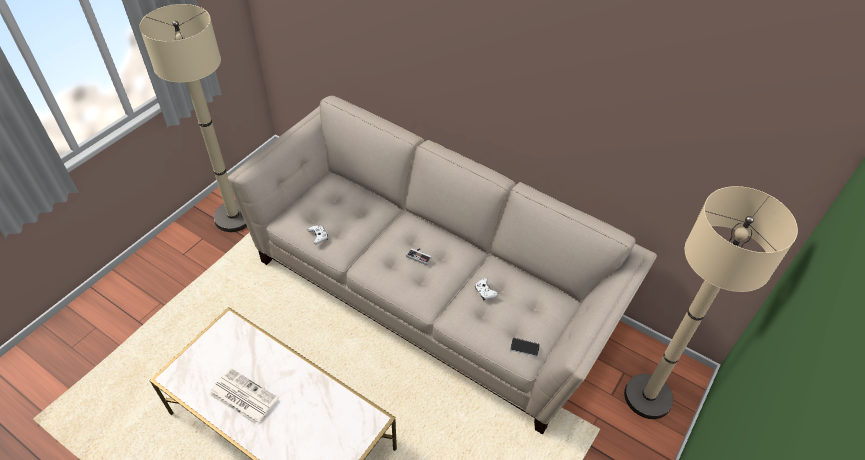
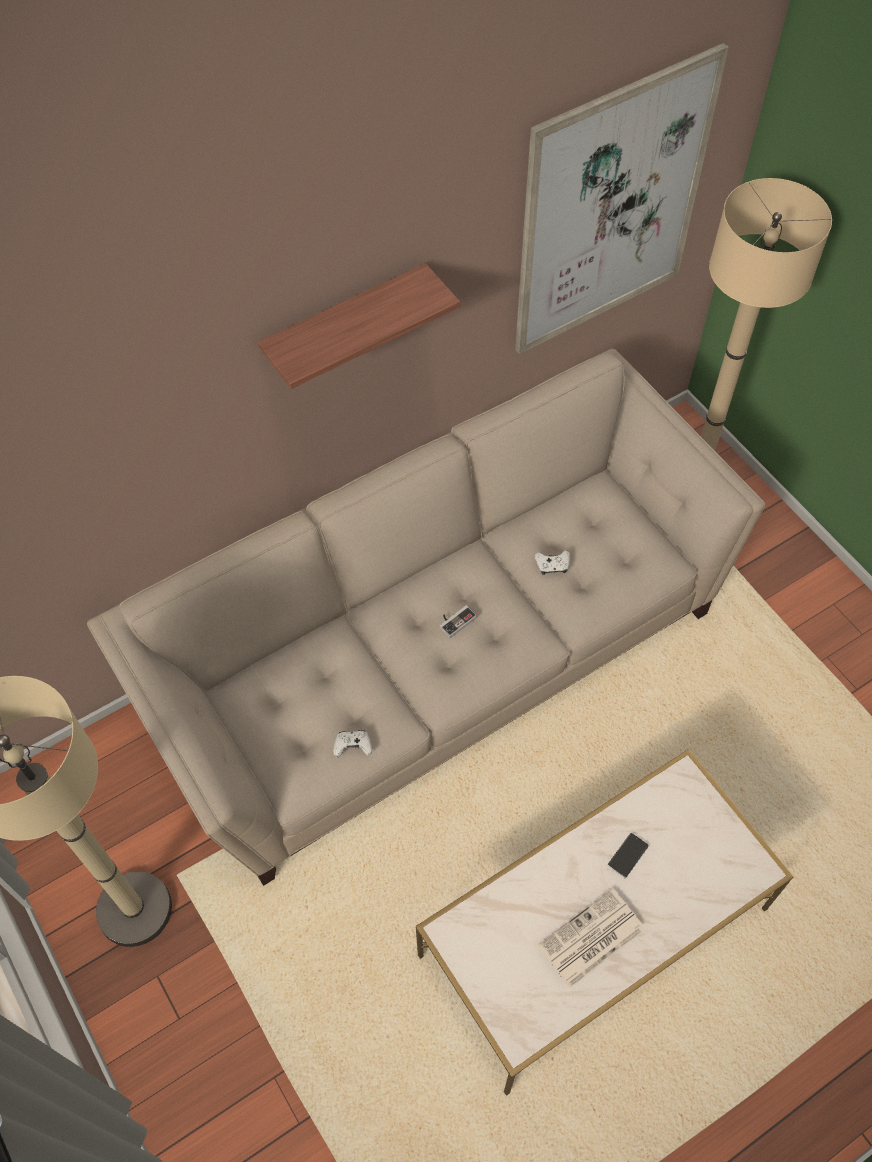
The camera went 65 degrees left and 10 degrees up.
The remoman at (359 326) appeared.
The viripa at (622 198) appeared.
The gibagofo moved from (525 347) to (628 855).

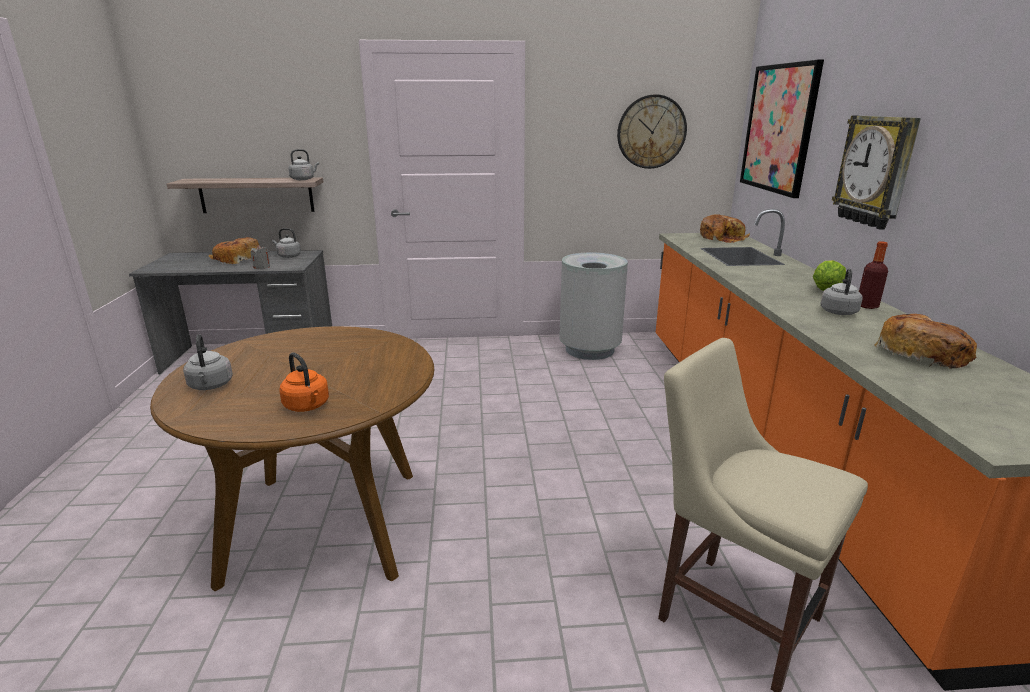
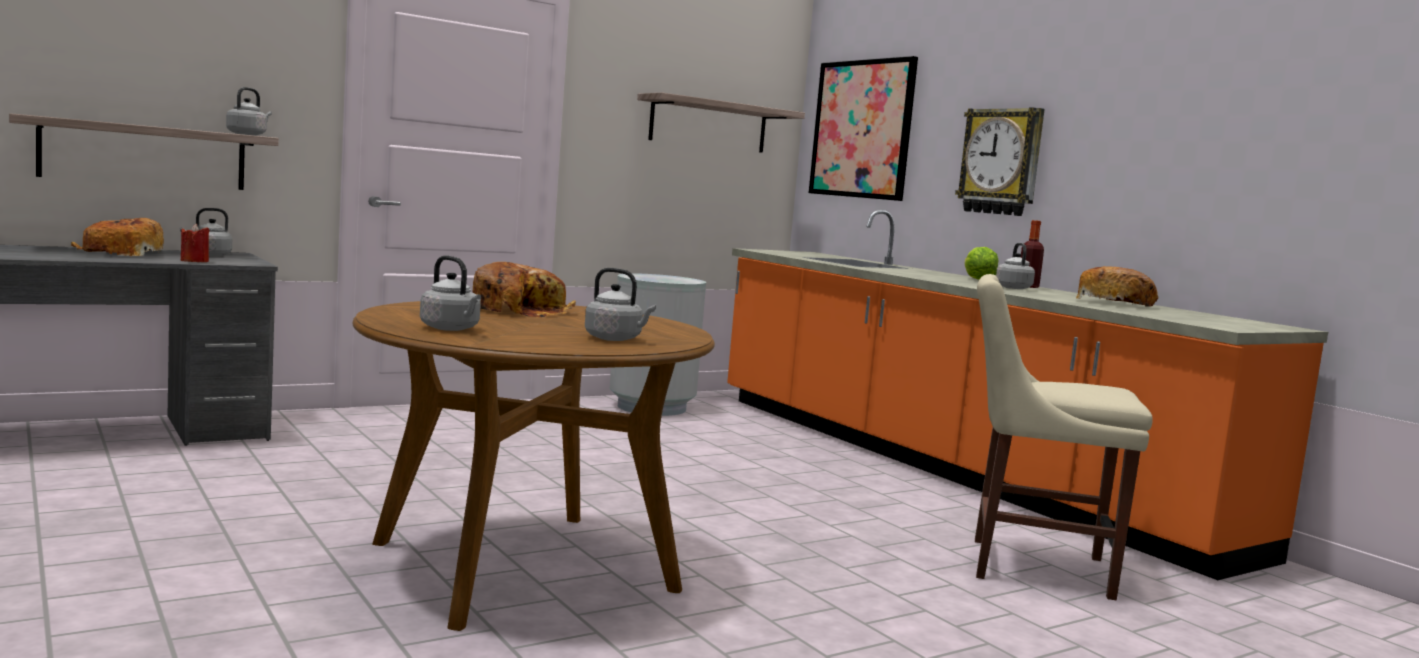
The camera went 30 degrees left and 15 degrees down.
The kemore moved from (725 228) to (524 289).
The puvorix at (652 131) was replaced by the remoman at (721 122).
The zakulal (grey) at (260 257) became the zakulal (red) at (195 243).
The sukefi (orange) at (304 382) became the sukefi (grey) at (620 304).

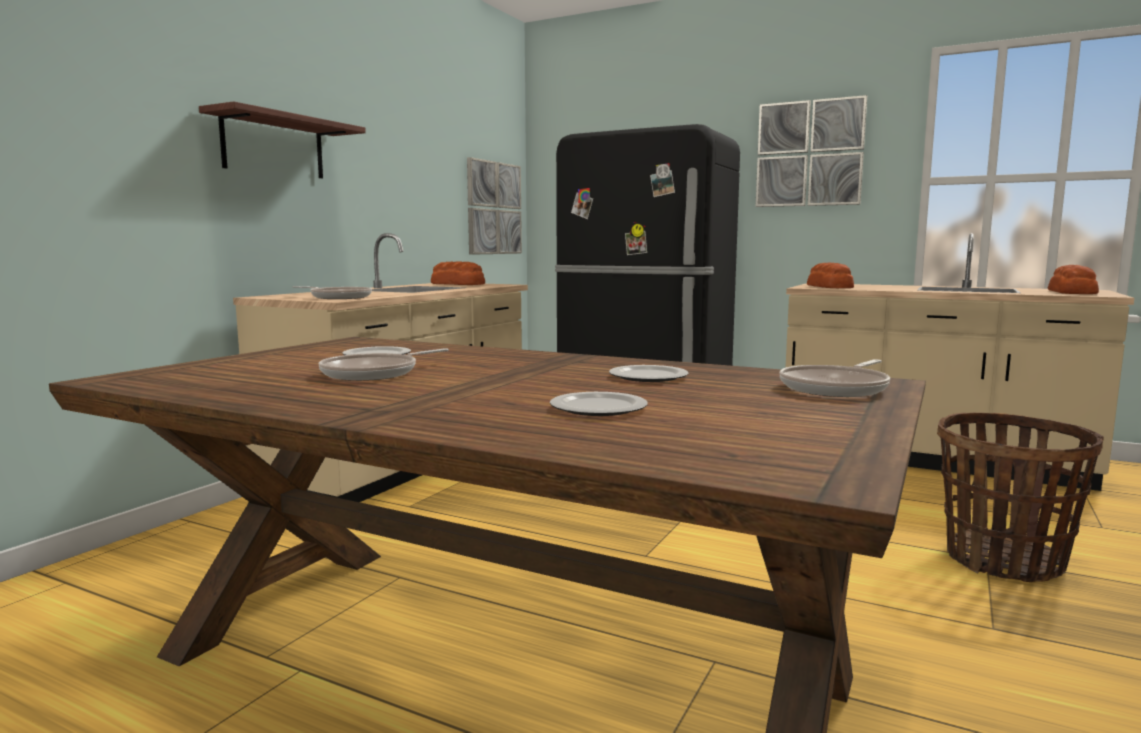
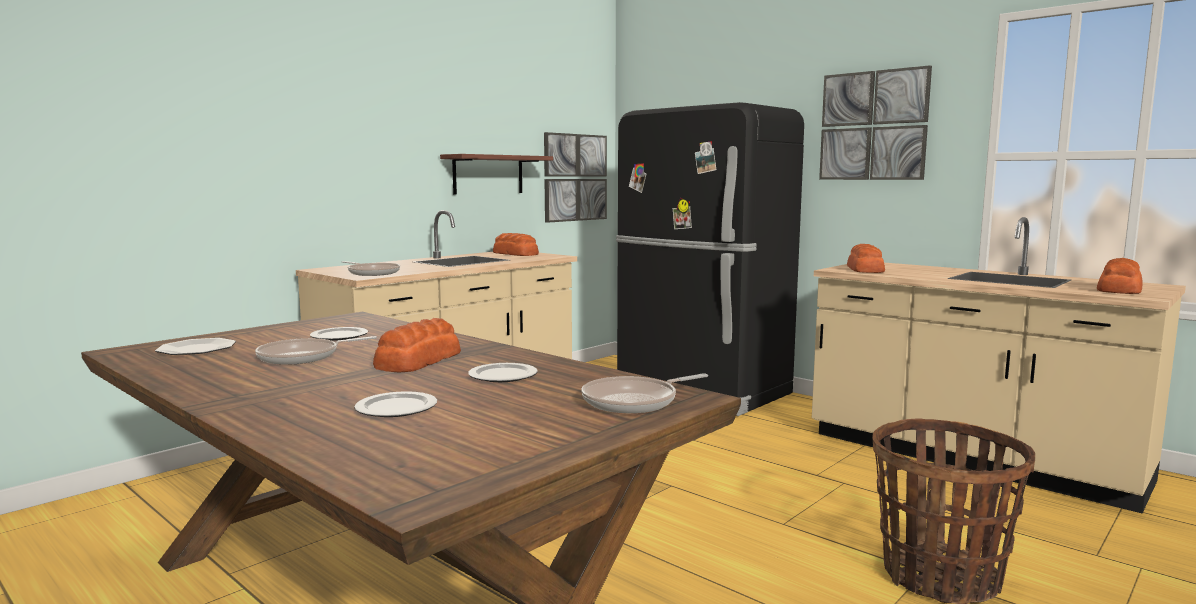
The camera went 15 degrees right and 0 degrees up.
The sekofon at (195 346) appeared.
The kemore at (417 345) appeared.
The remoman moved from (282 139) to (496 174).

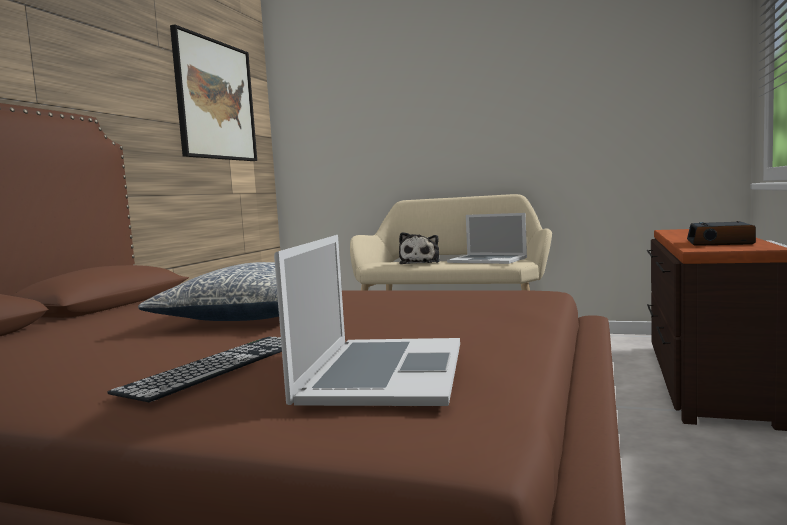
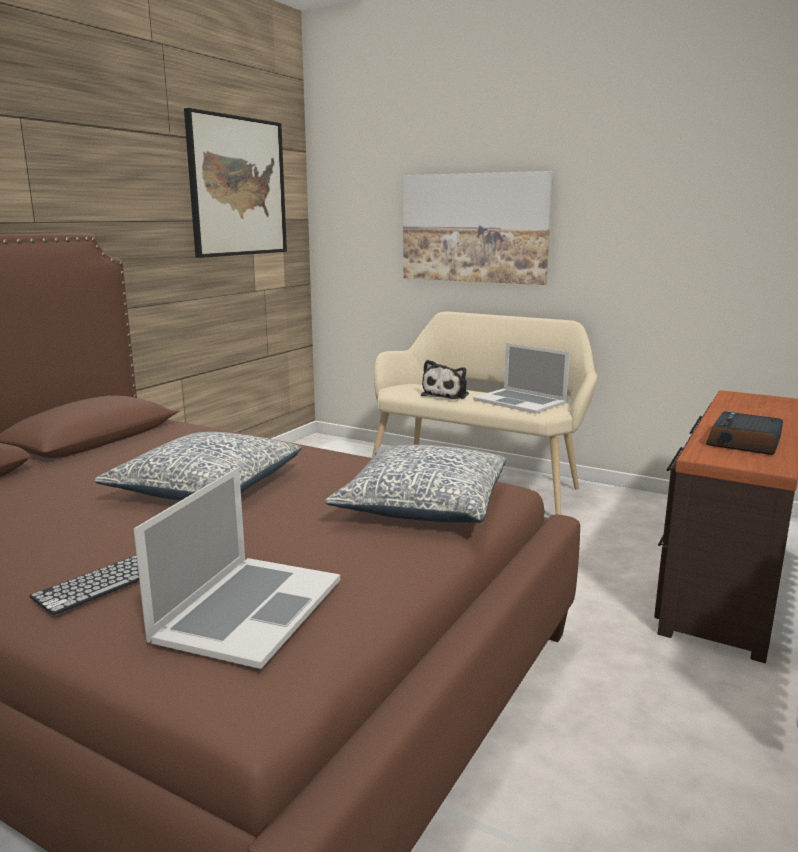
The camera went 10 degrees right and 10 degrees up.
The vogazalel at (415 484) appeared.
The viripa at (478 228) appeared.

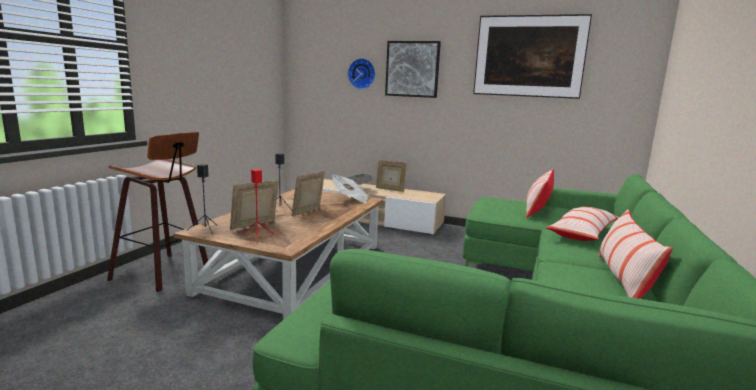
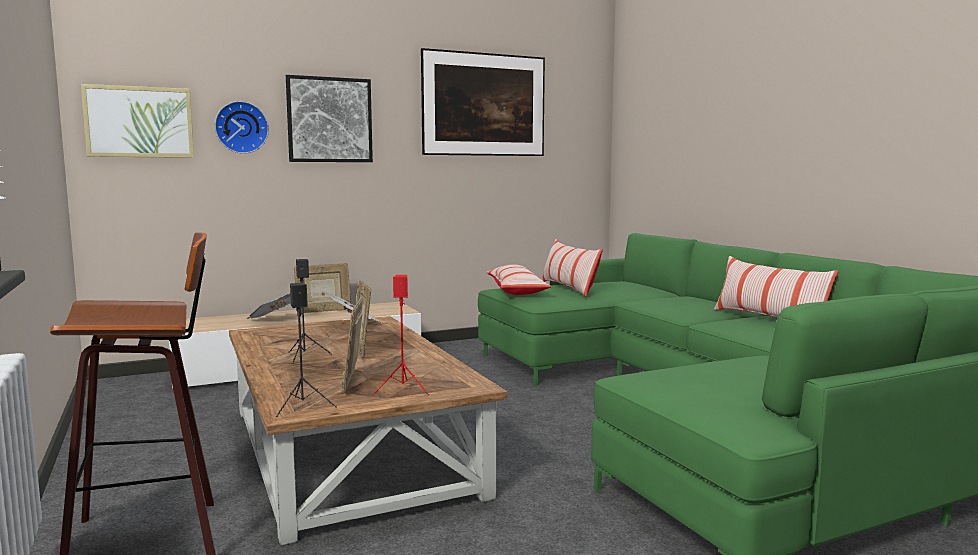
The camera went 45 degrees left and 5 degrees down.
The viripa at (137 121) appeared.
The vogazalel moved from (582 224) to (518 279).

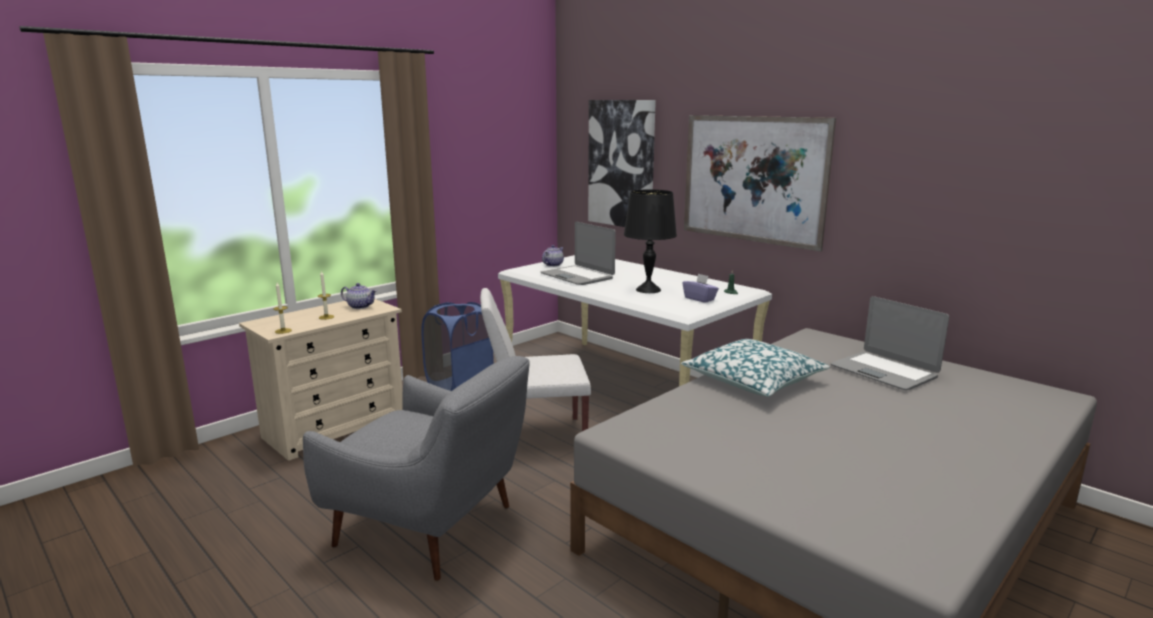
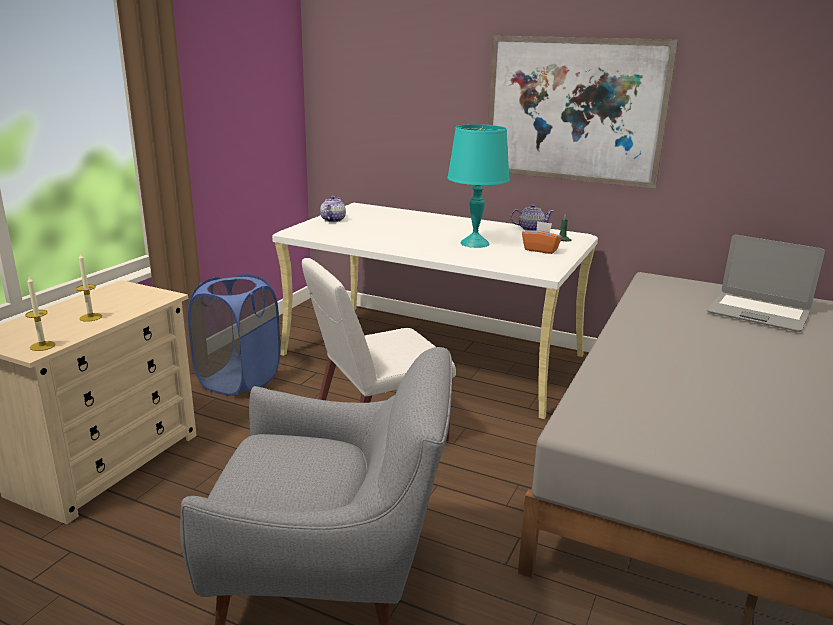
The camera went 20 degrees left and 5 degrees up.
The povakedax at (578 253) disappeared.
The viripa at (622 163) disappeared.
The vogazalel at (755 368) disappeared.
The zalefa moved from (359 296) to (532 217).
The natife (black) at (650 241) became the natife (turquoise) at (478 186).
The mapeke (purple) at (700 288) became the mapeke (orange) at (542 237).

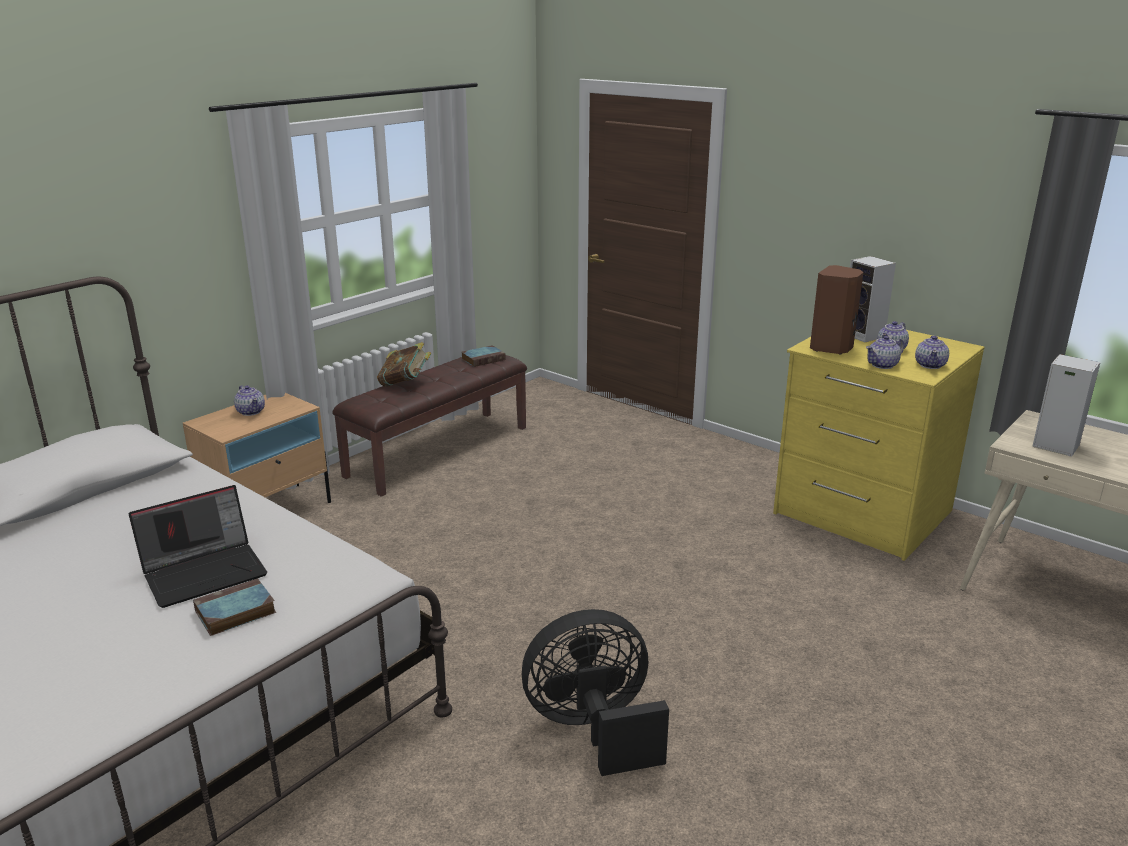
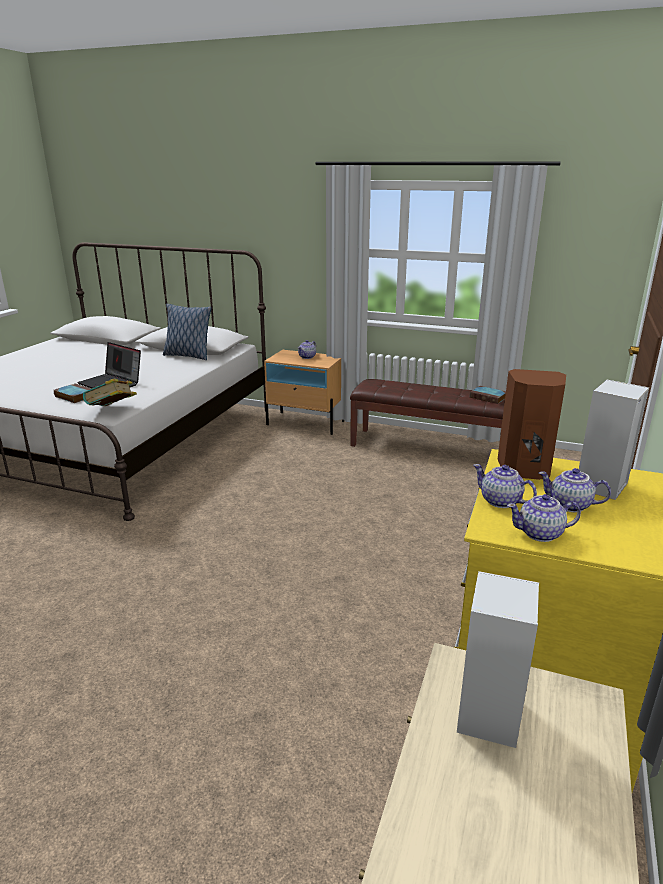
The camera went 70 degrees right and 0 degrees up.
The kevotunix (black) at (595 692) disappeared.
The vogazalel at (187 332) appeared.
The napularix moved from (404 364) to (110 392).

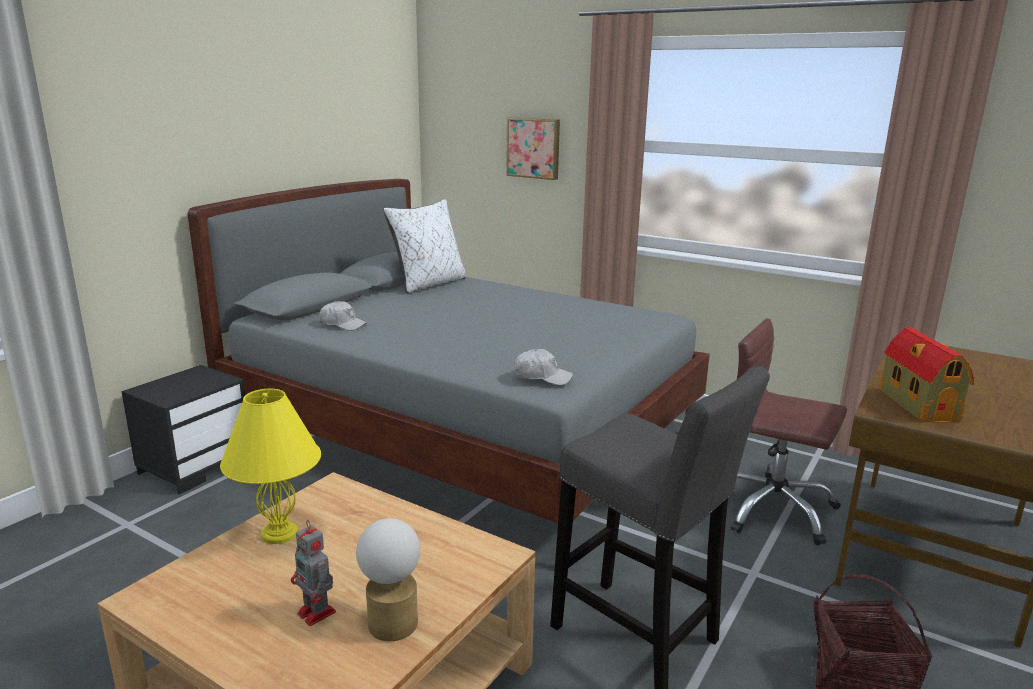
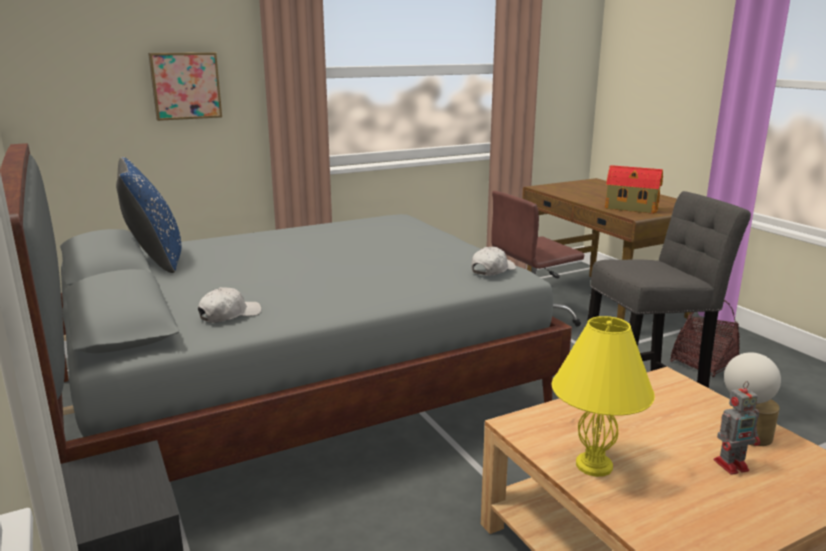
The camera went 60 degrees left and 0 degrees up.
The vogazalel (white) at (425 246) became the vogazalel (blue) at (148 215).

